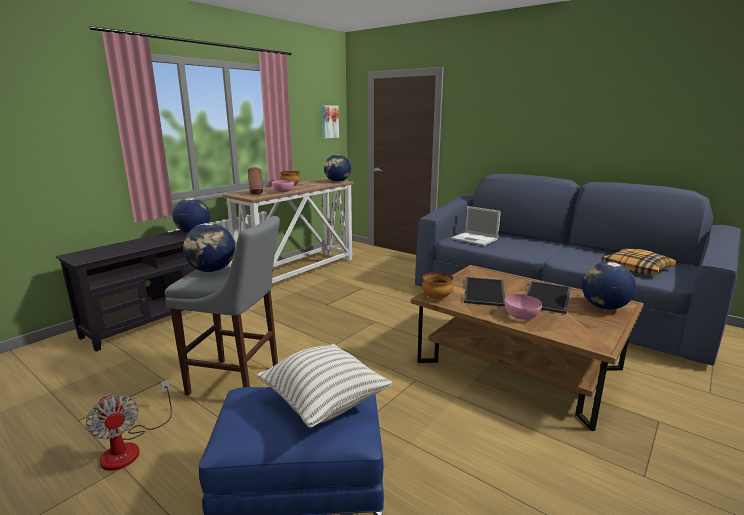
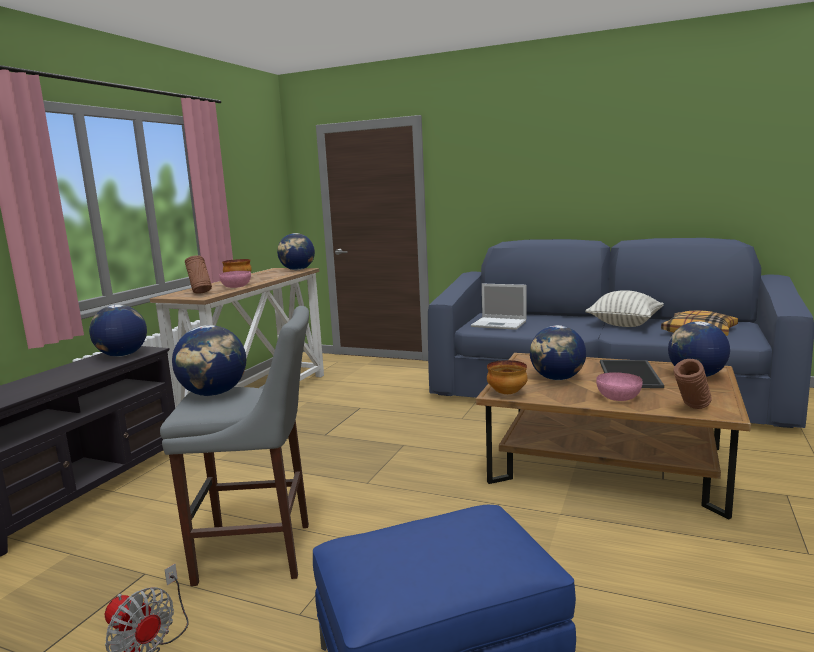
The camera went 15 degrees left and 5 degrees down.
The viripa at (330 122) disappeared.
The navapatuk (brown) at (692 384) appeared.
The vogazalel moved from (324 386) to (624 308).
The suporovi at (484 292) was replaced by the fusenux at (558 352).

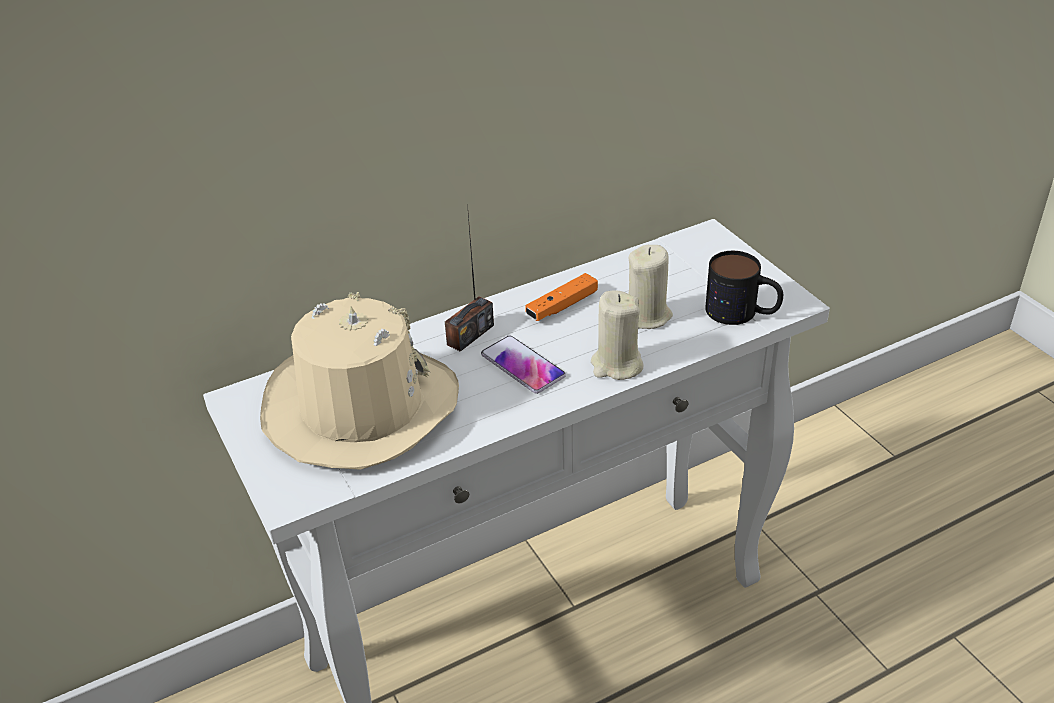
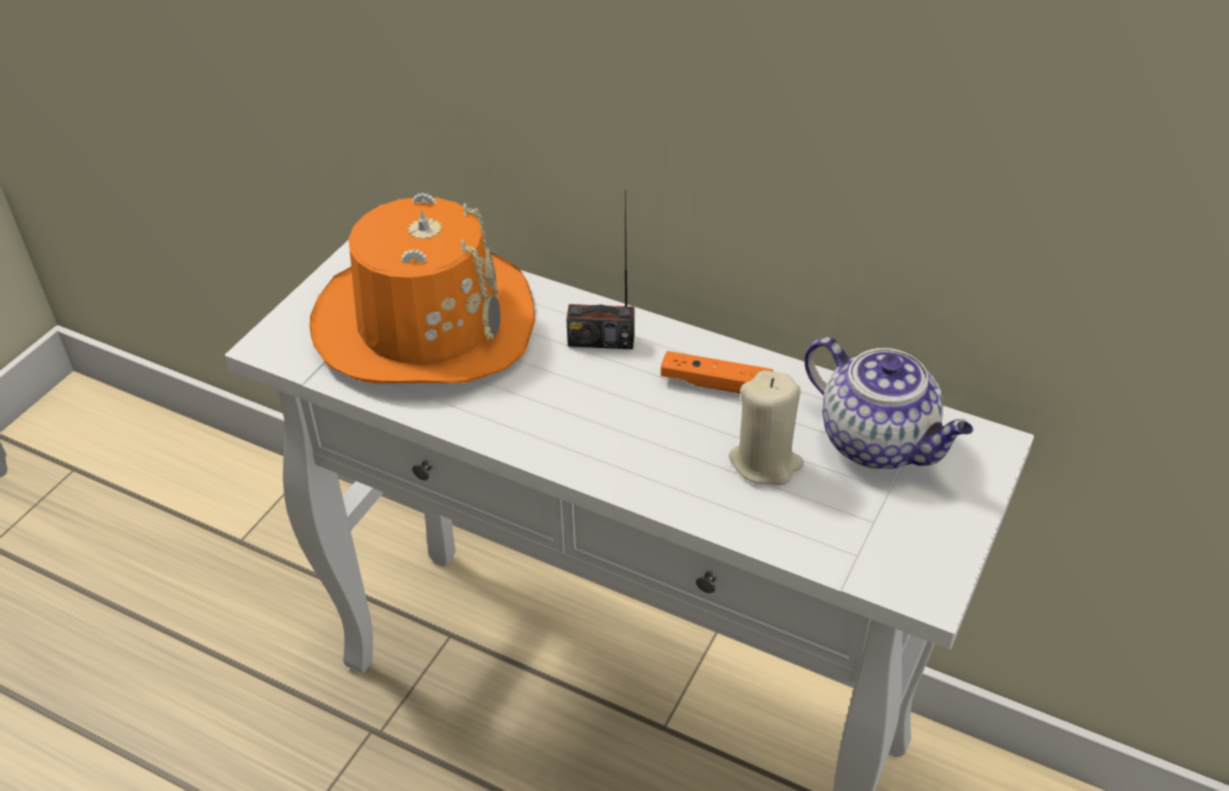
The camera went 55 degrees right and 5 degrees up.
The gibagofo at (523 364) disappeared.
The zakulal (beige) at (617 335) disappeared.
The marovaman at (744 288) disappeared.
The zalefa at (888 403) appeared.
The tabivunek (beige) at (359 381) became the tabivunek (orange) at (422 288).

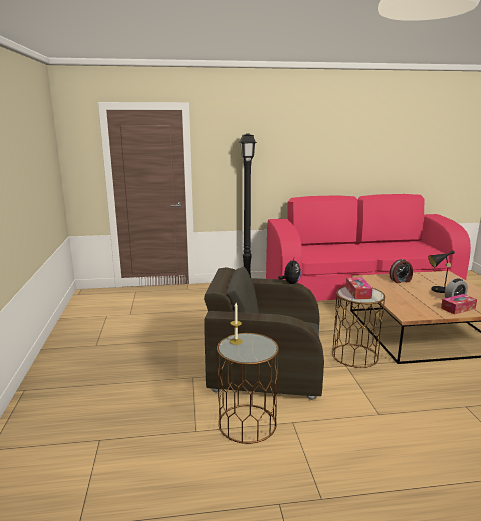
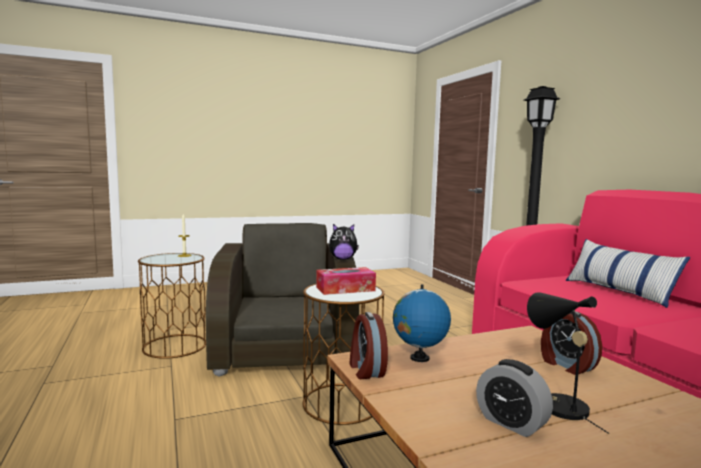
The camera went 75 degrees right and 10 degrees down.
The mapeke at (459 304) disappeared.
The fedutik at (368 345) appeared.
The fusenux at (422 323) appeared.
The vogazalel at (628 273) appeared.

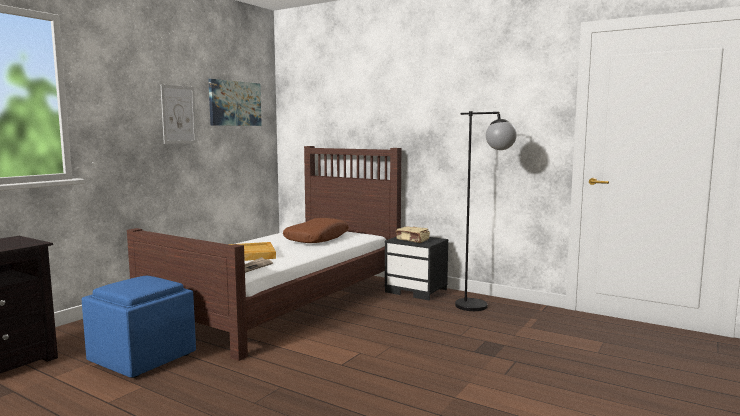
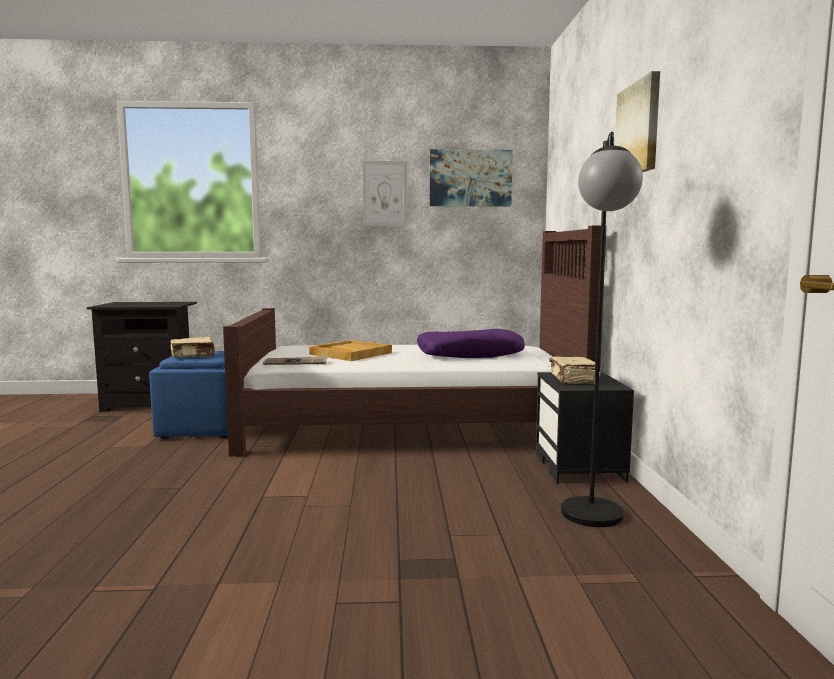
The camera went 55 degrees right and 0 degrees up.
The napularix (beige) at (192 347) appeared.
The viripa at (637 121) appeared.
The vogazalel (brown) at (316 230) became the vogazalel (purple) at (471 343).

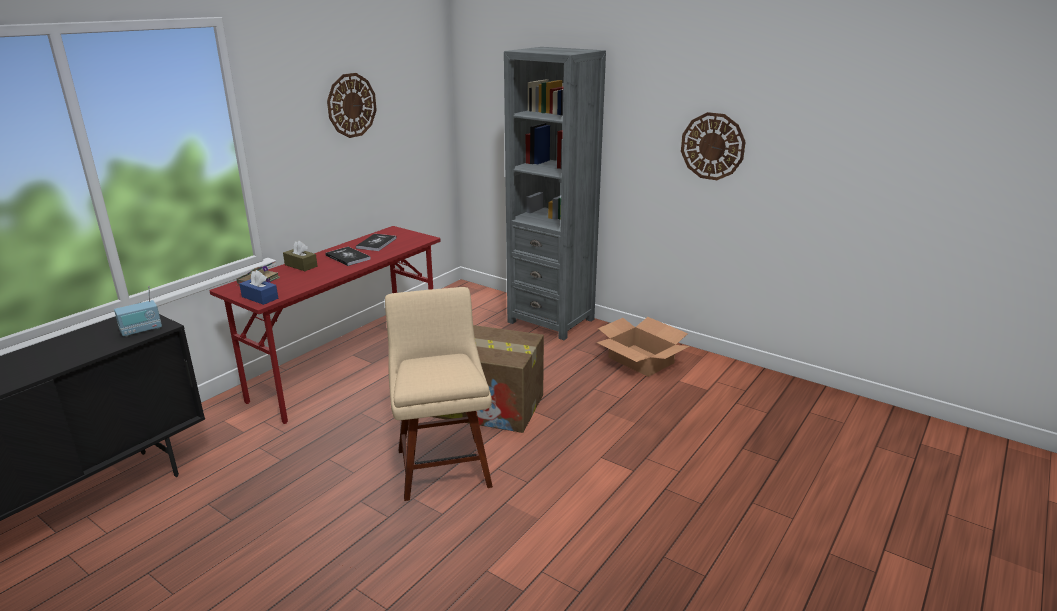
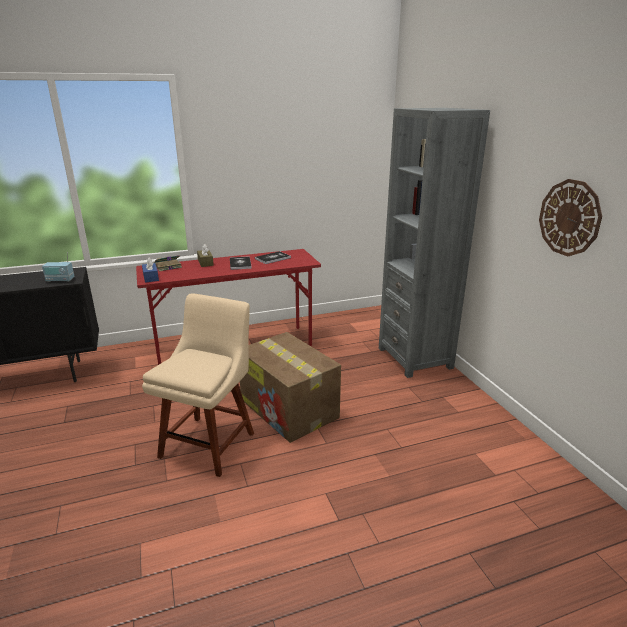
The camera went 35 degrees right and 0 degrees up.
The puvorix at (352 105) disappeared.
The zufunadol at (643 347) disappeared.

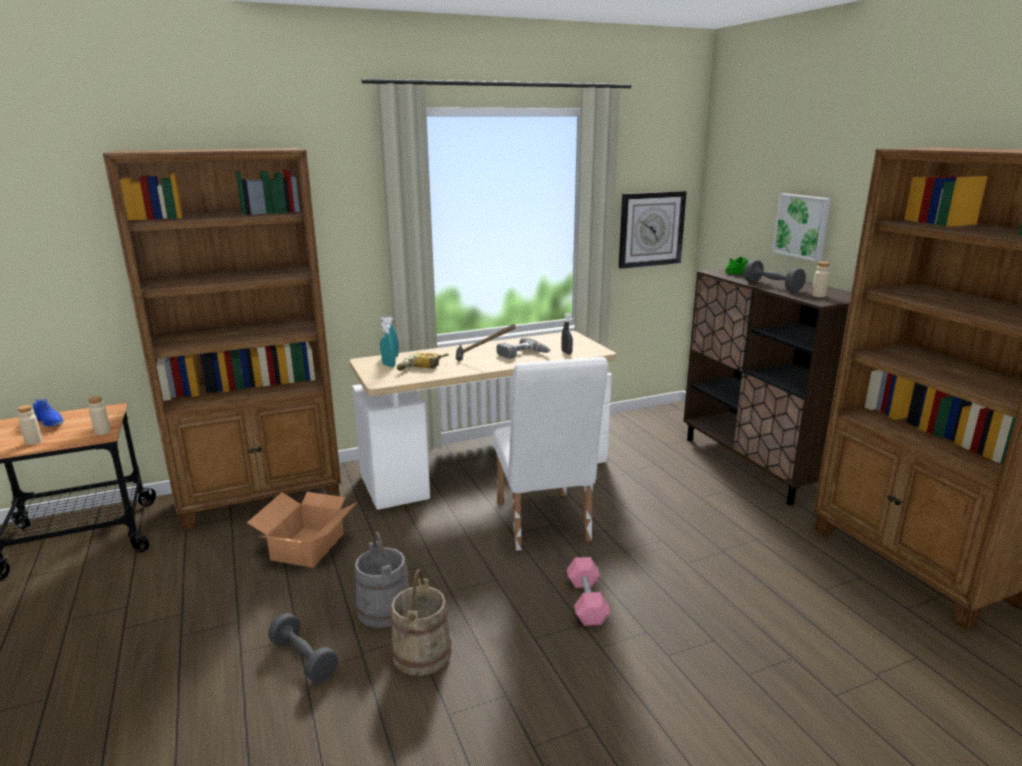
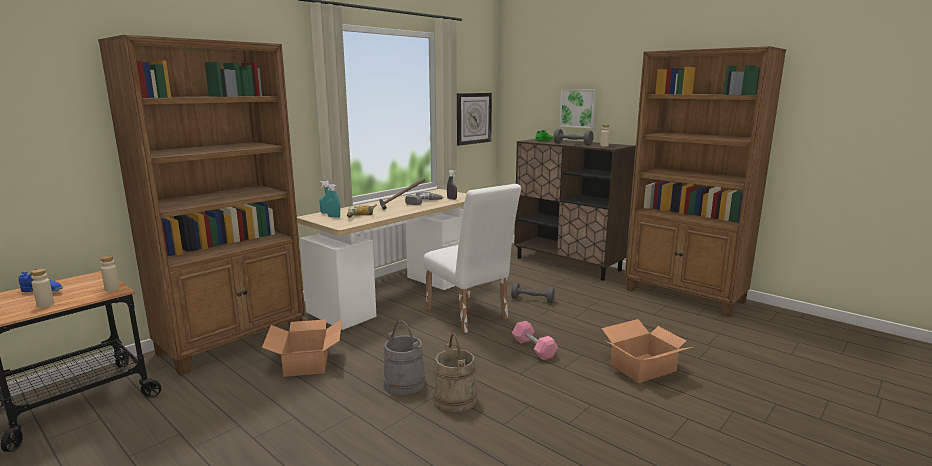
The camera went 25 degrees left and 5 degrees down.
The zufunadol at (647 351) appeared.
The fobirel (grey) moved from (303 647) to (533 293).

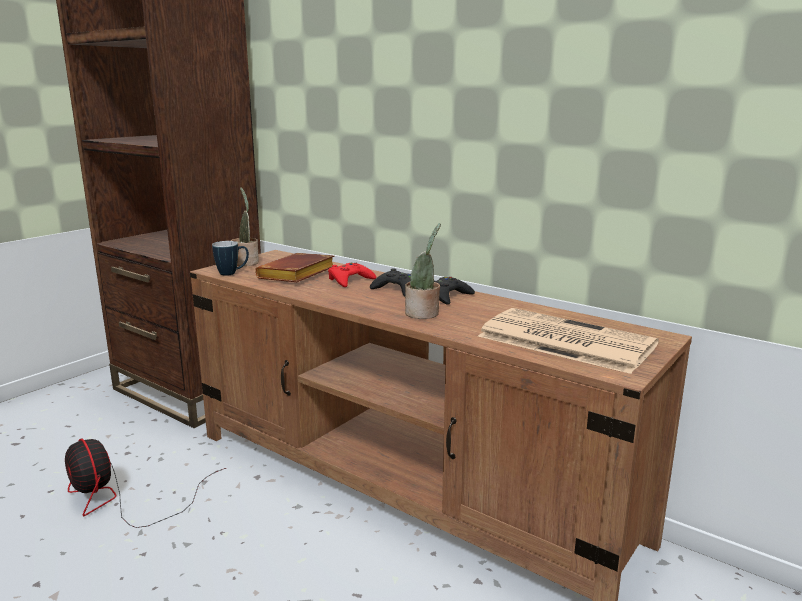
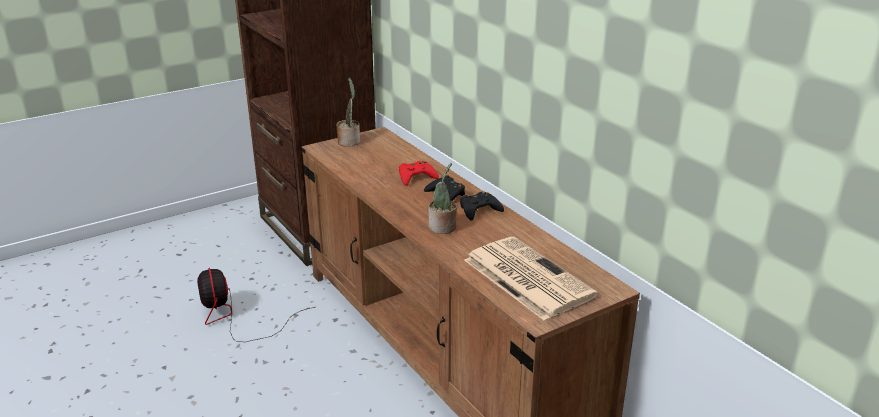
The camera went 20 degrees right and 10 degrees up.
The marovaman at (230 258) disappeared.
The napularix (brown) at (294 267) disappeared.

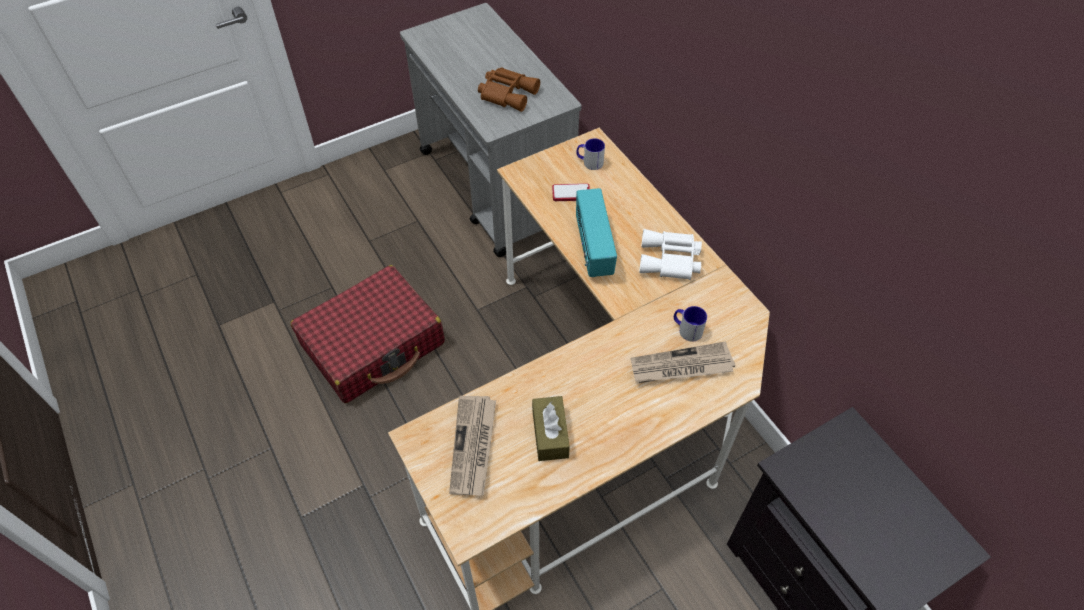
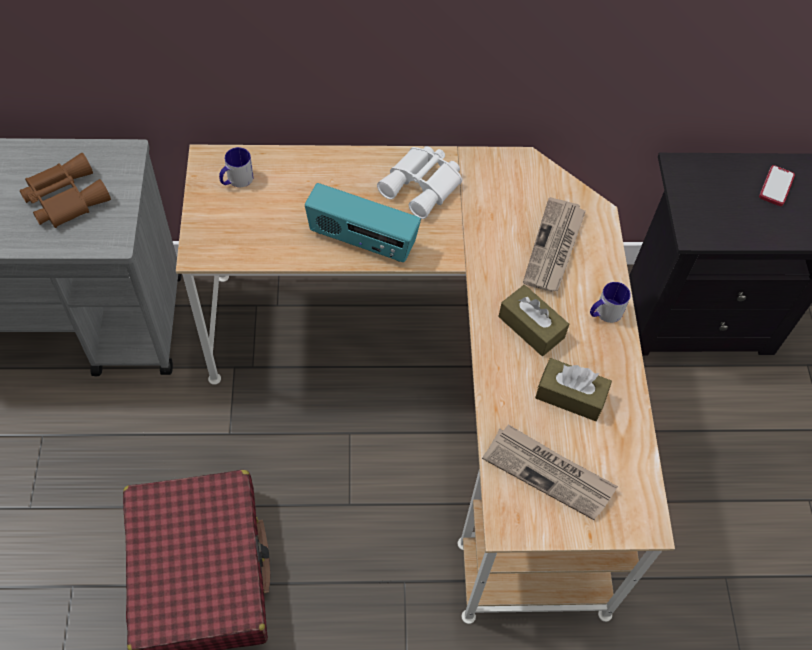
The camera went 65 degrees left and 5 degrees up.
The mapeke (brown) at (534 320) appeared.
The gibagofo moved from (571 192) to (777 185).
The marovaman moved from (690 324) to (610 302).

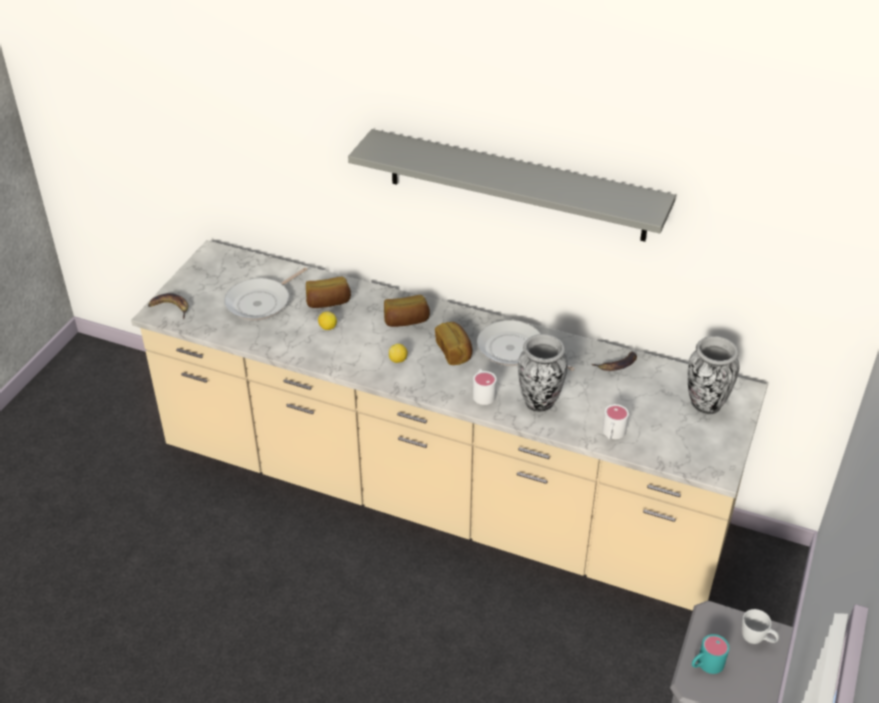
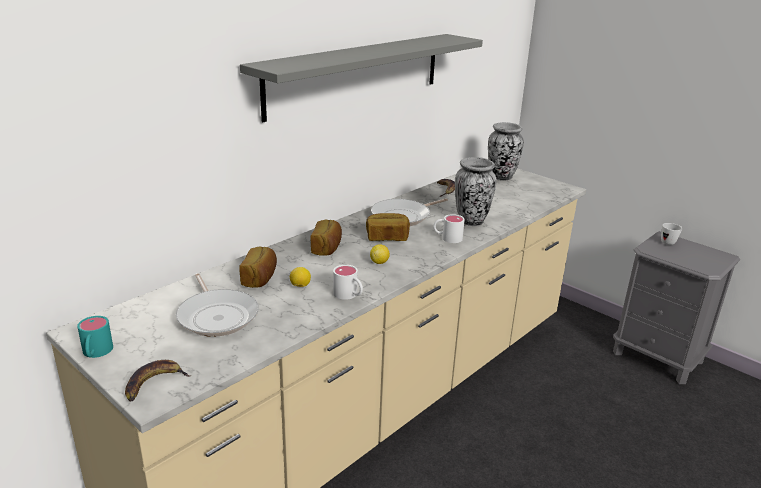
The camera went 70 degrees left and 15 degrees down.
The marovaman (white) moved from (615 422) to (348 282).
The marovaman (turquoise) moved from (710 654) to (95 337).

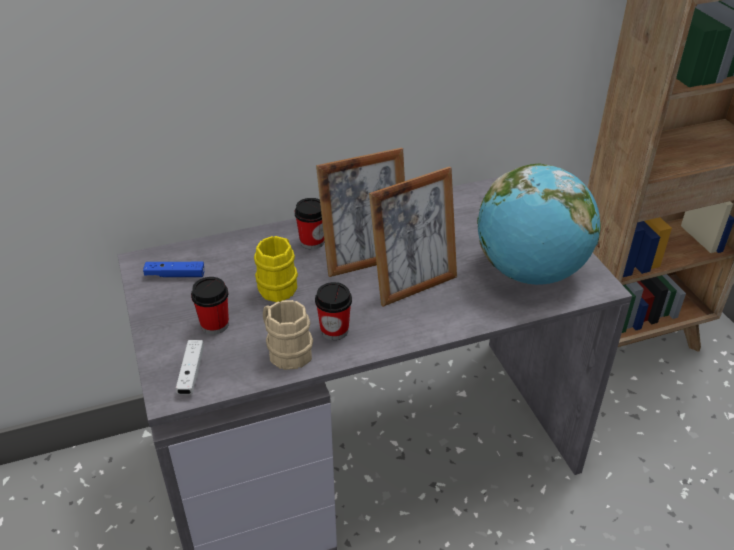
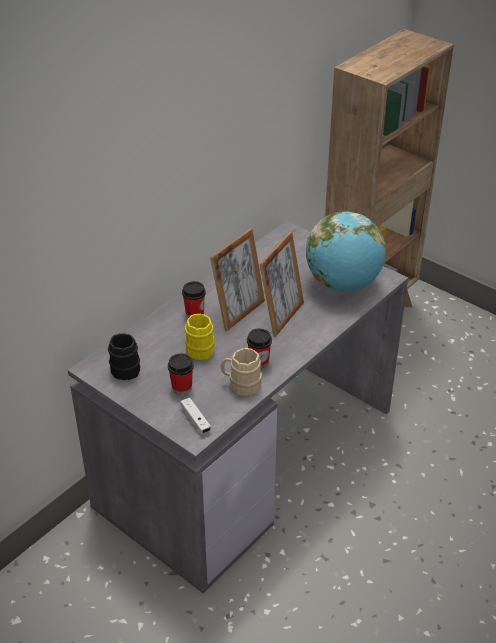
The camera went 30 degrees left and 0 degrees up.
The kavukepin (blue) at (173 269) was replaced by the marovaman (black) at (124 356).

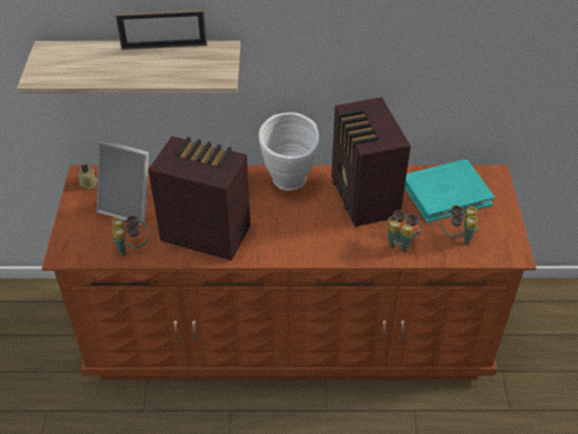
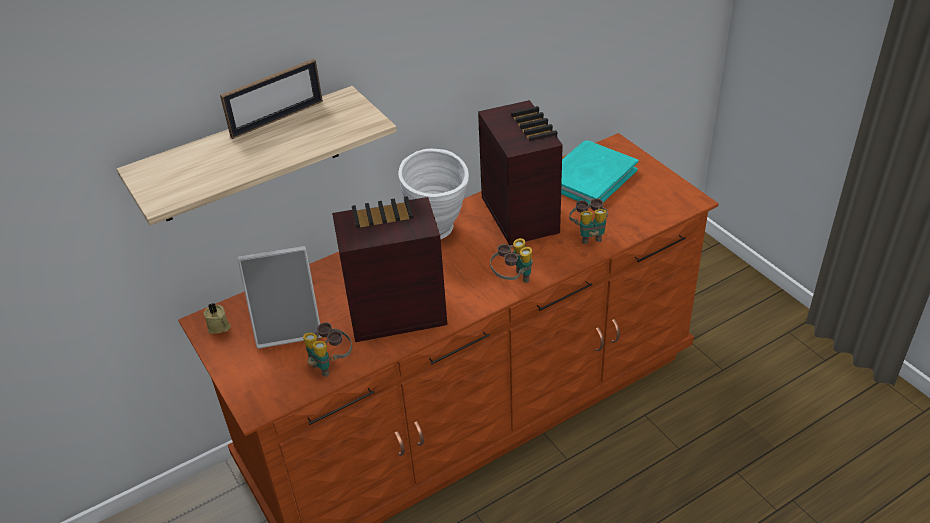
The camera went 30 degrees left and 5 degrees down.
The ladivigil moved from (459 225) to (511 260).
The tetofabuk at (371 162) turned 150 degrees counterclockwise.

